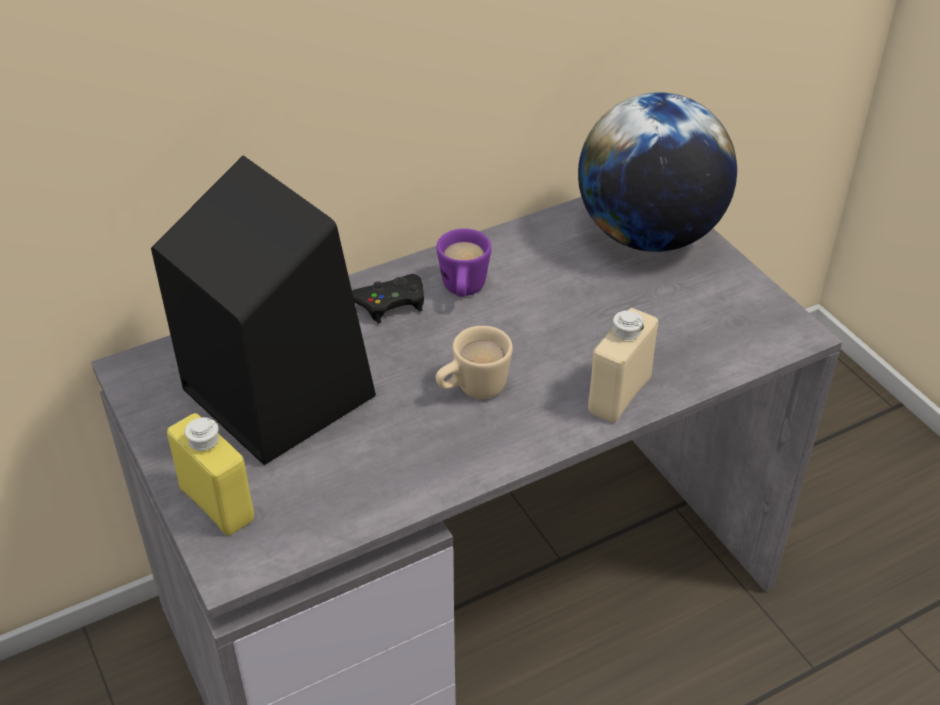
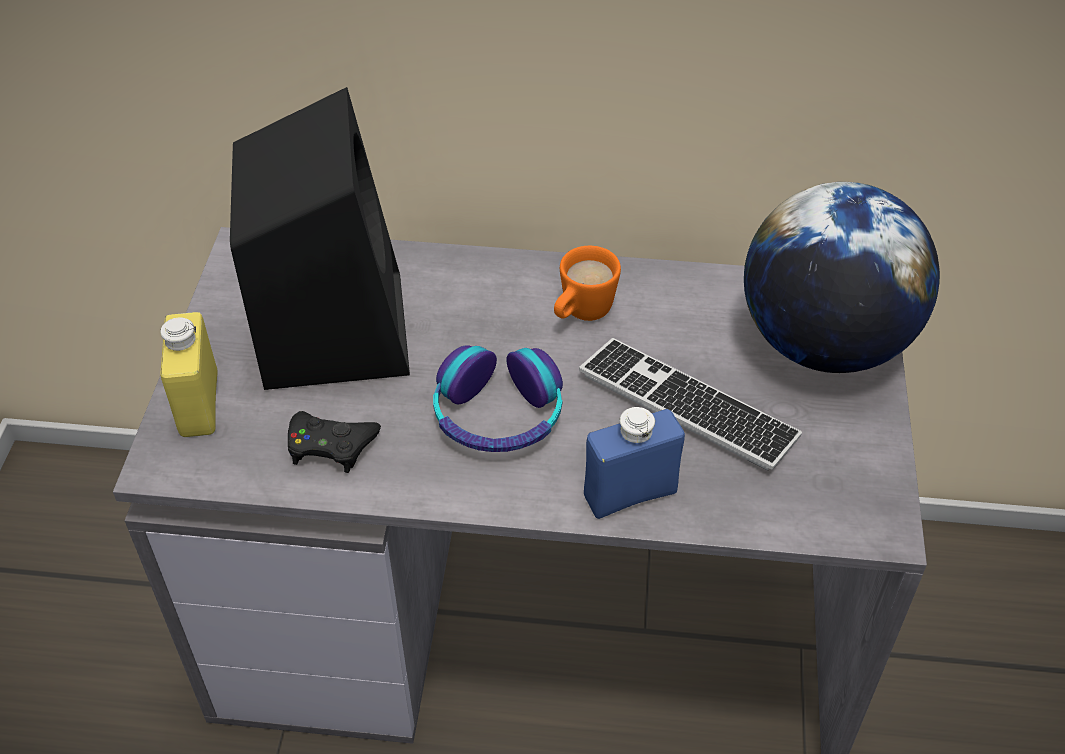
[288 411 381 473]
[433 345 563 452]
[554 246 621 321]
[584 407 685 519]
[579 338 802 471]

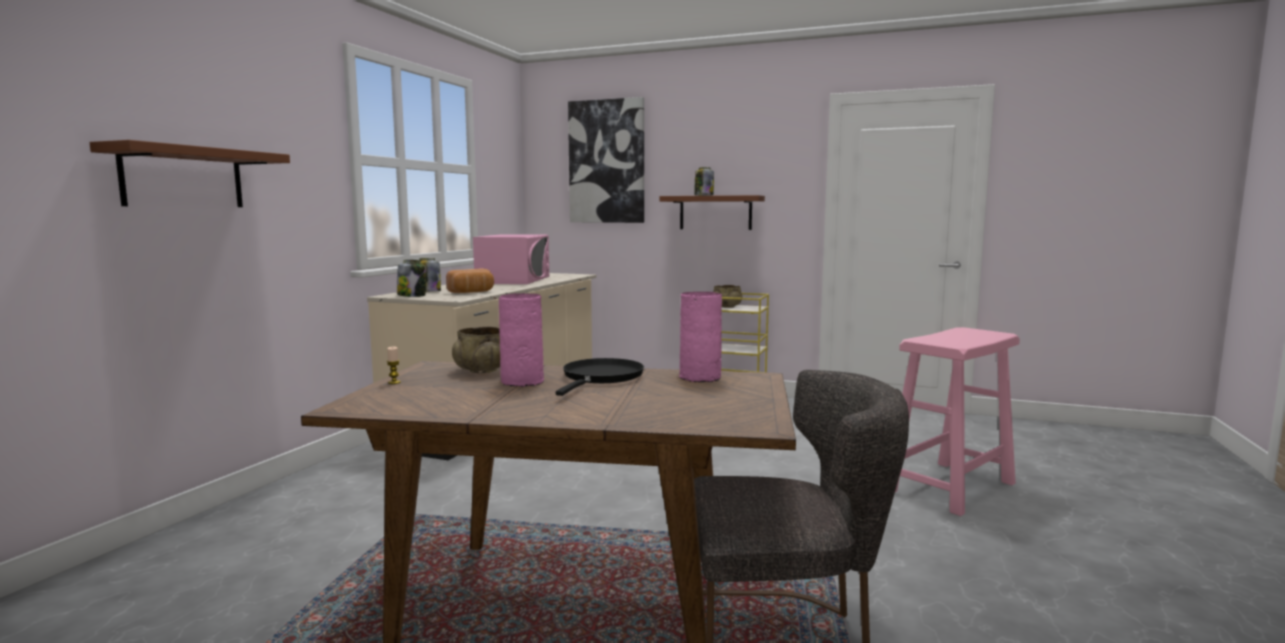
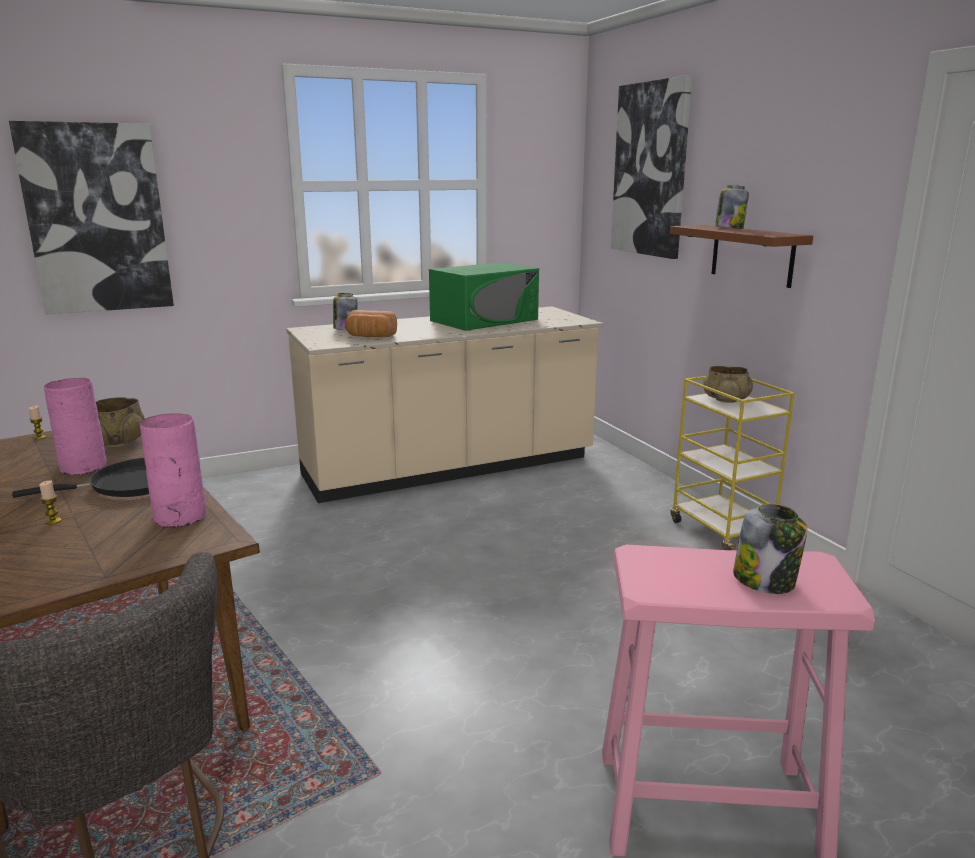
[9 121 174 314]
[733 504 807 594]
[429 262 539 331]
[39 480 62 525]

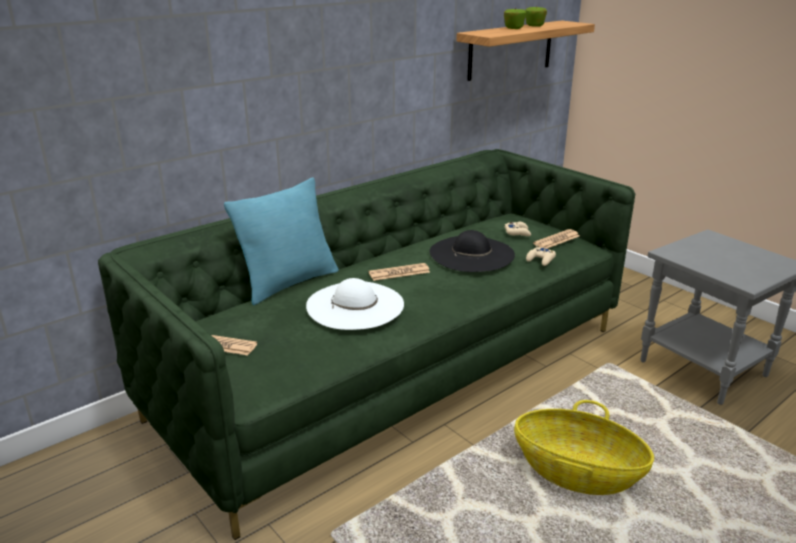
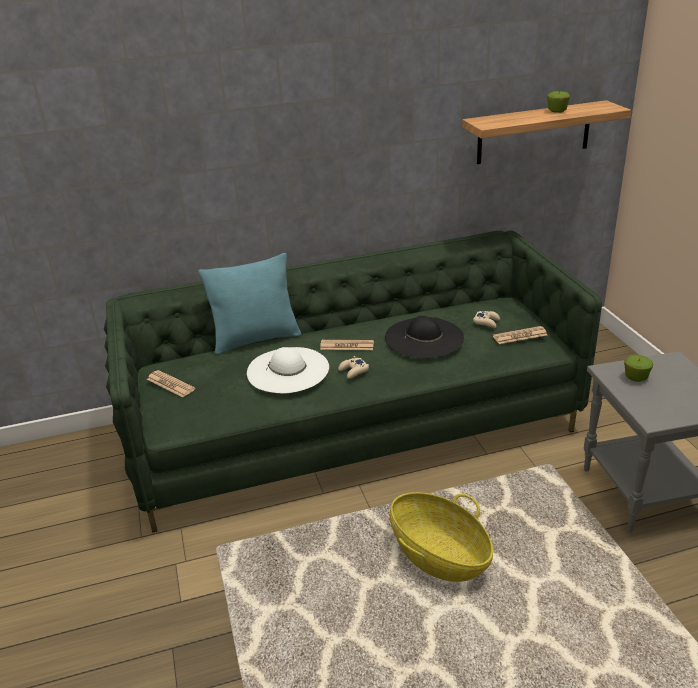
[624 355 653 382]
[338 356 369 379]

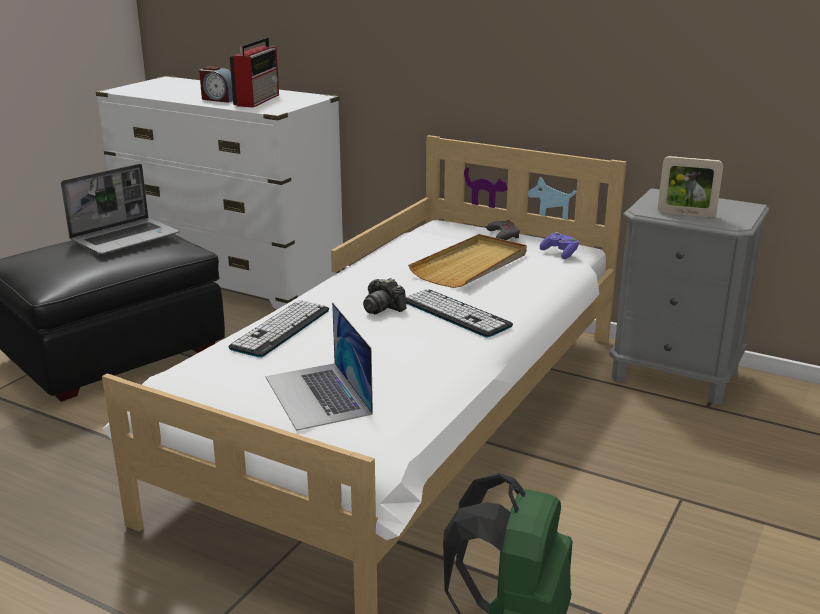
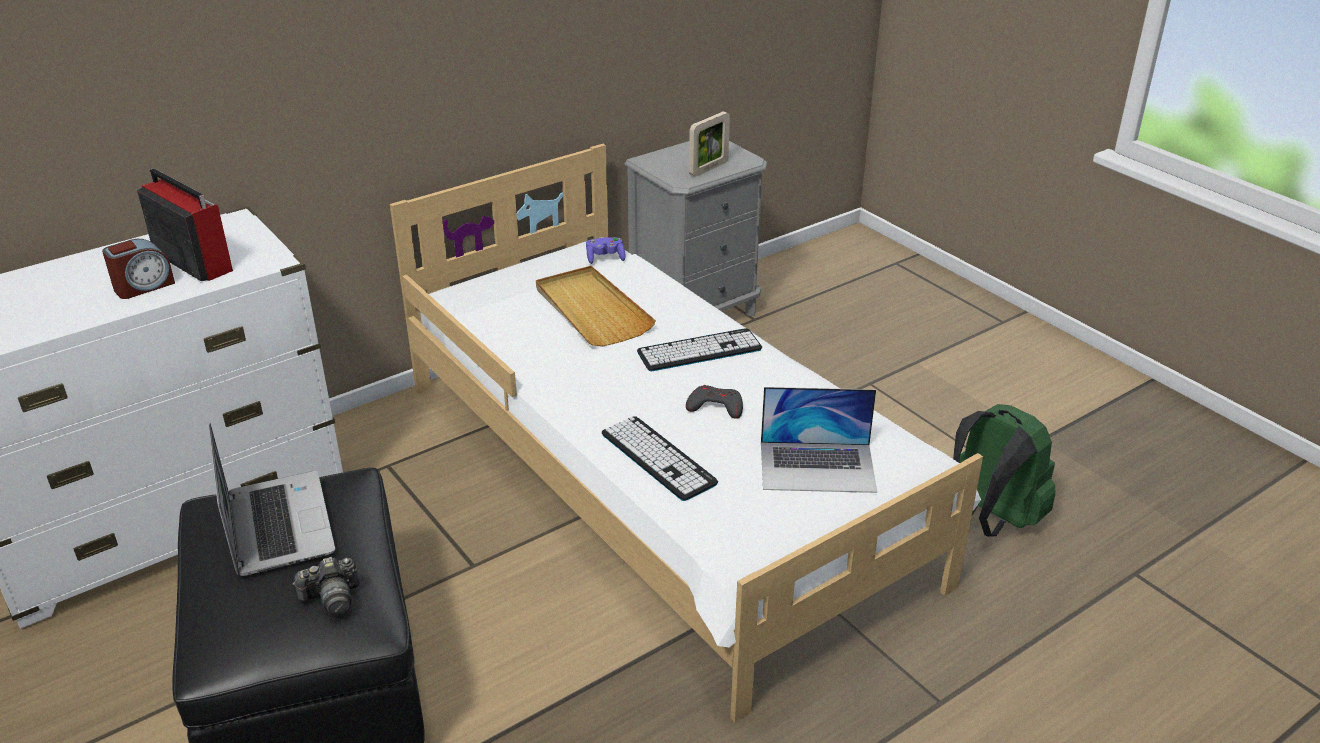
[293 557 360 616]
[686 385 743 419]

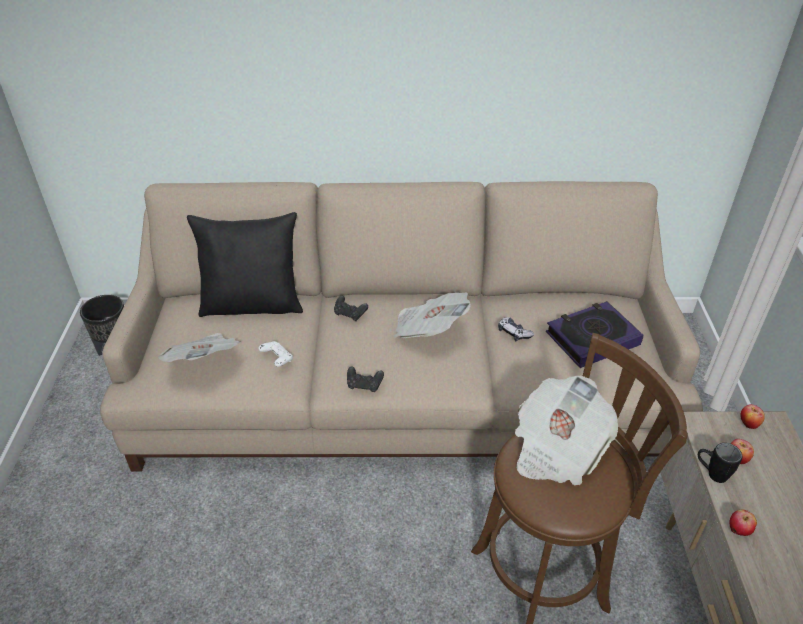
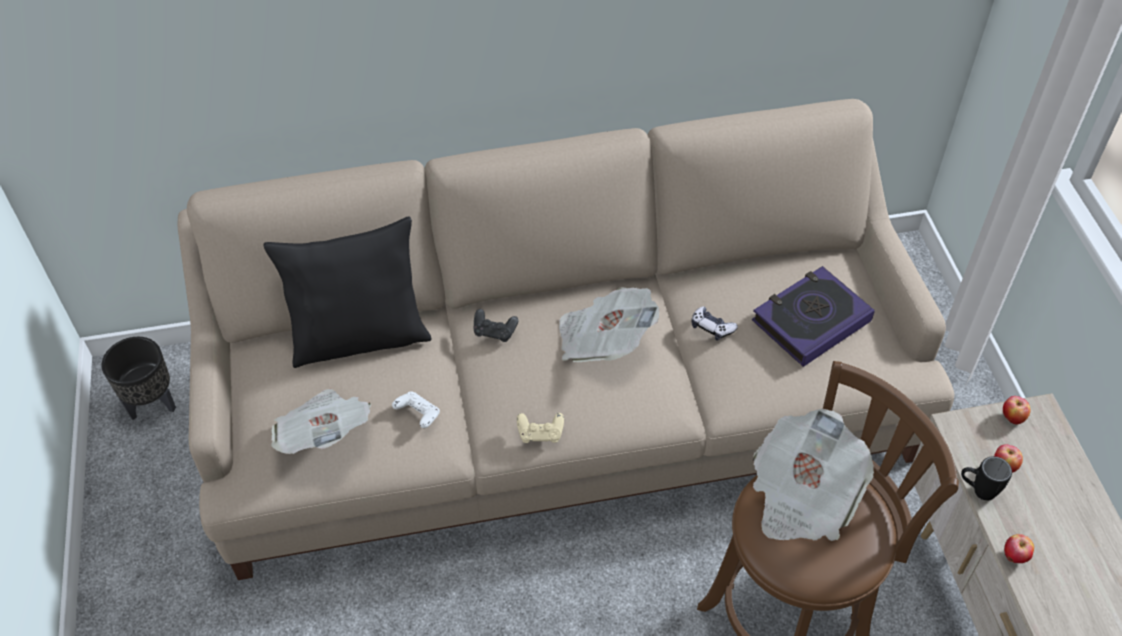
[517 413 564 443]

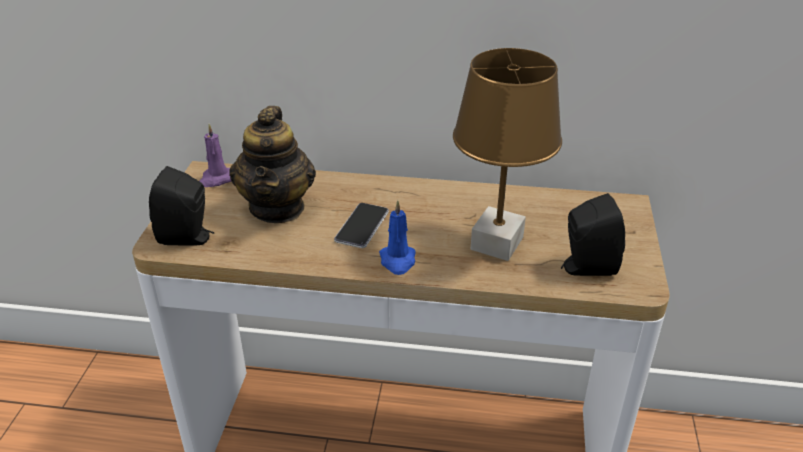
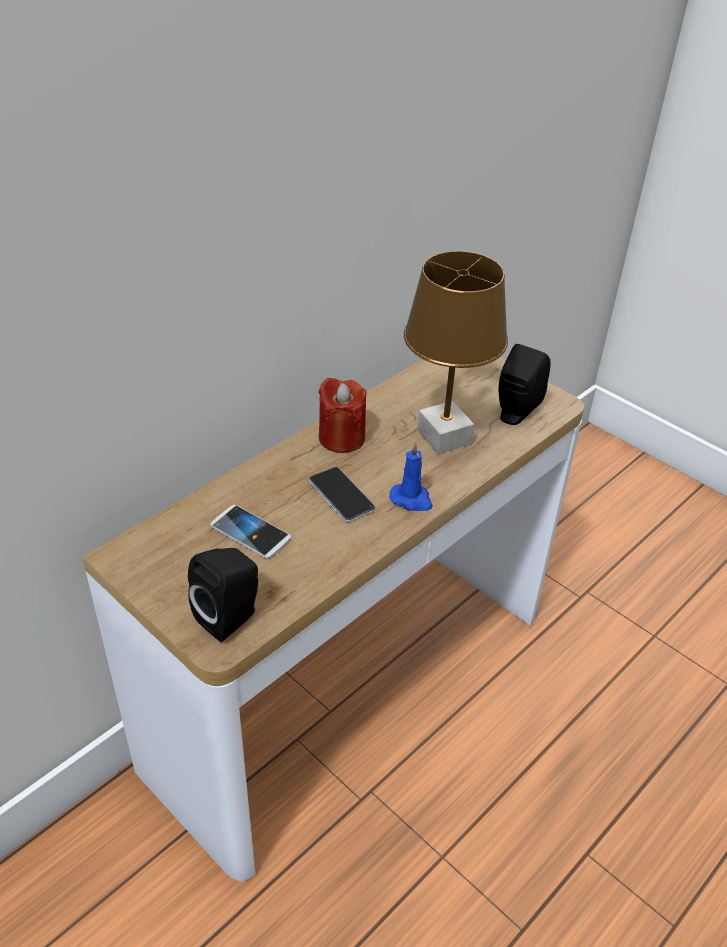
[199 124 232 187] (first image)
[210 505 291 559]
[318 378 367 453]

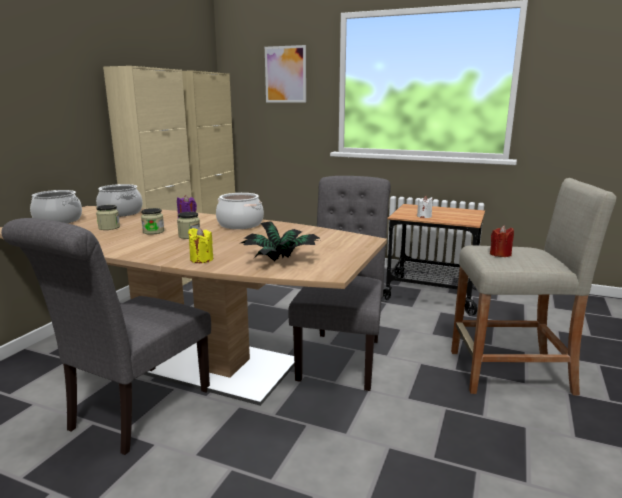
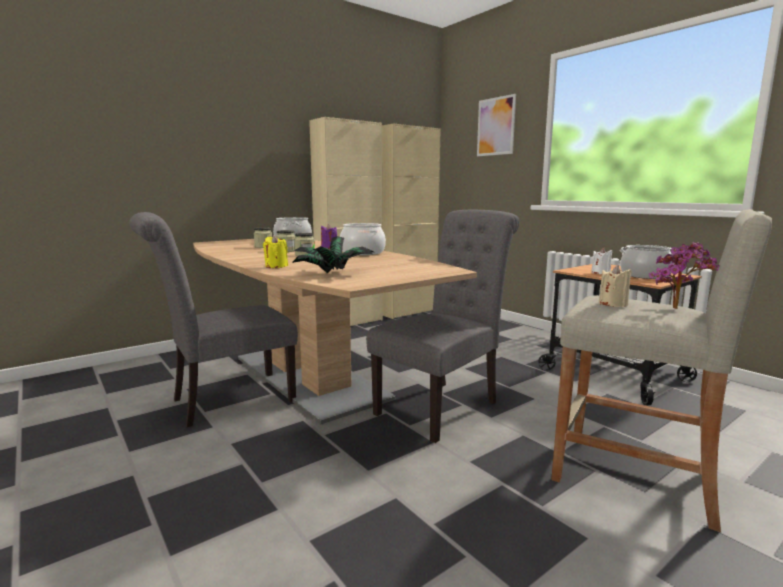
[620 245 677 279]
[599 265 632 307]
[649 242 720 309]

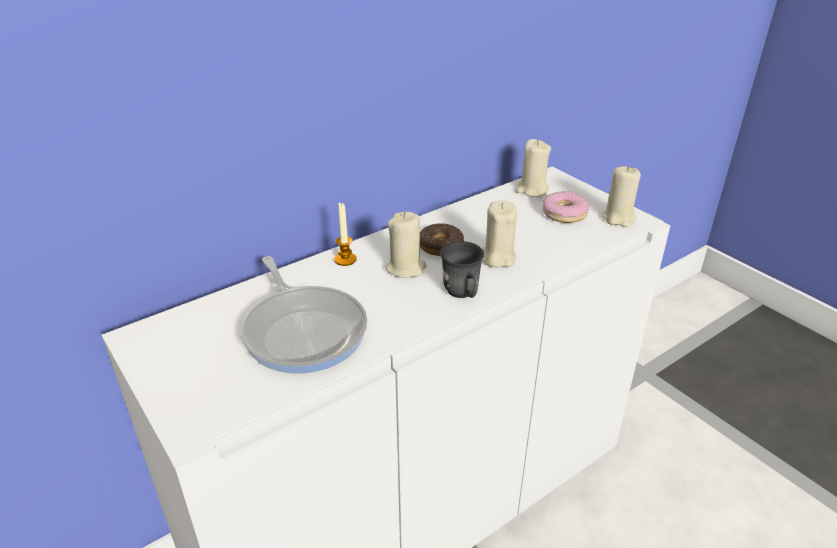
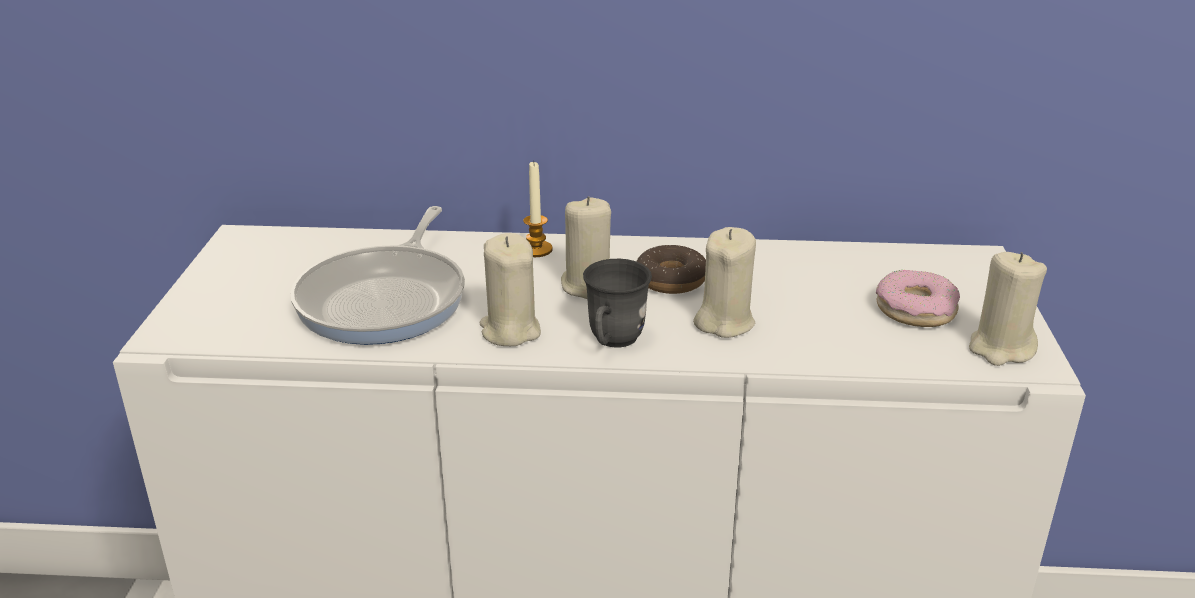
[480 233 541 346]

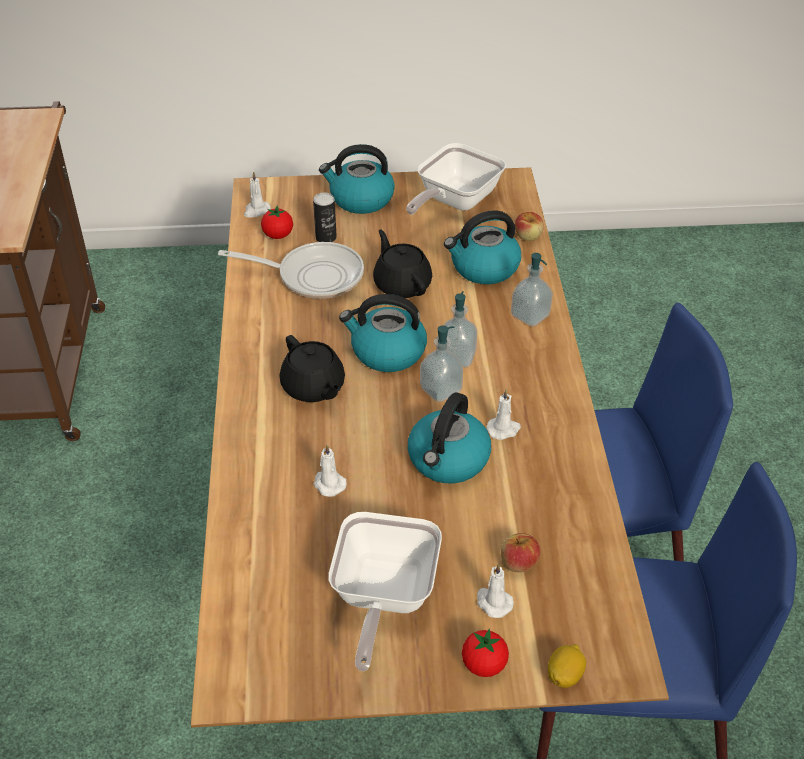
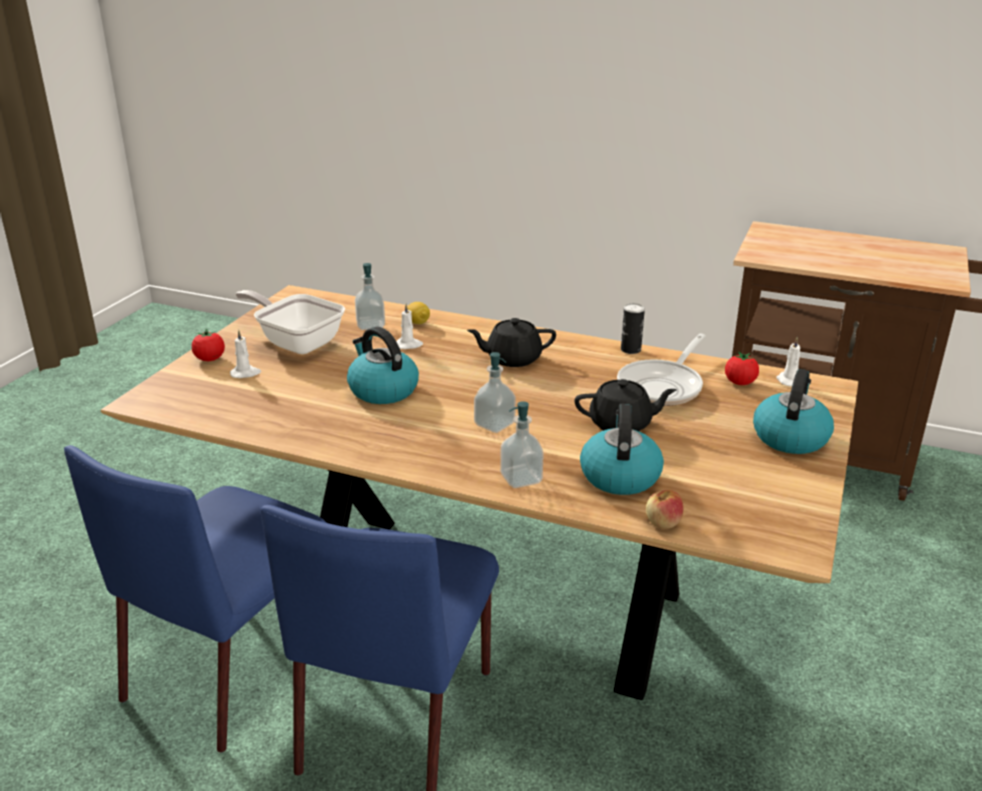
[621 303 645 354]
[339 294 427 372] (first image)
[406 143 506 215] (first image)
[355 263 385 330]
[486 389 521 440] (first image)
[501 533 540 572] (first image)
[407 302 430 324]

